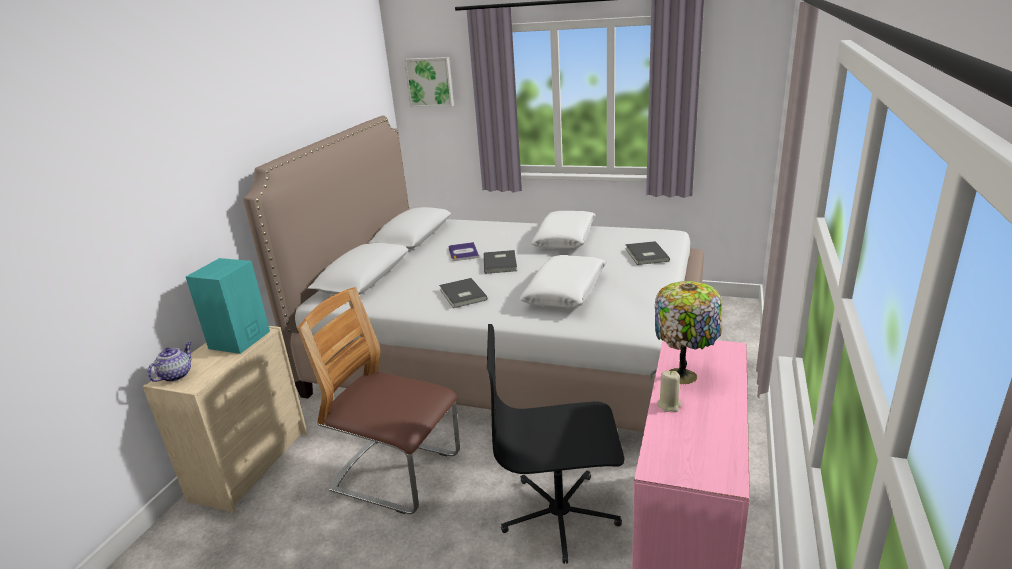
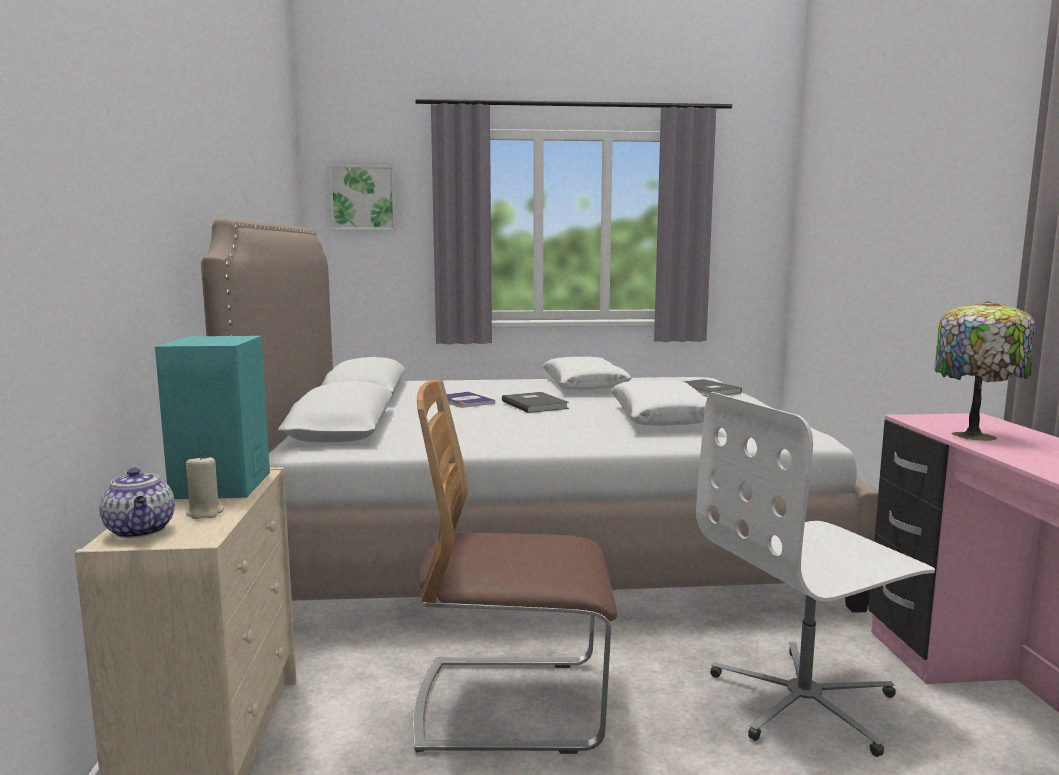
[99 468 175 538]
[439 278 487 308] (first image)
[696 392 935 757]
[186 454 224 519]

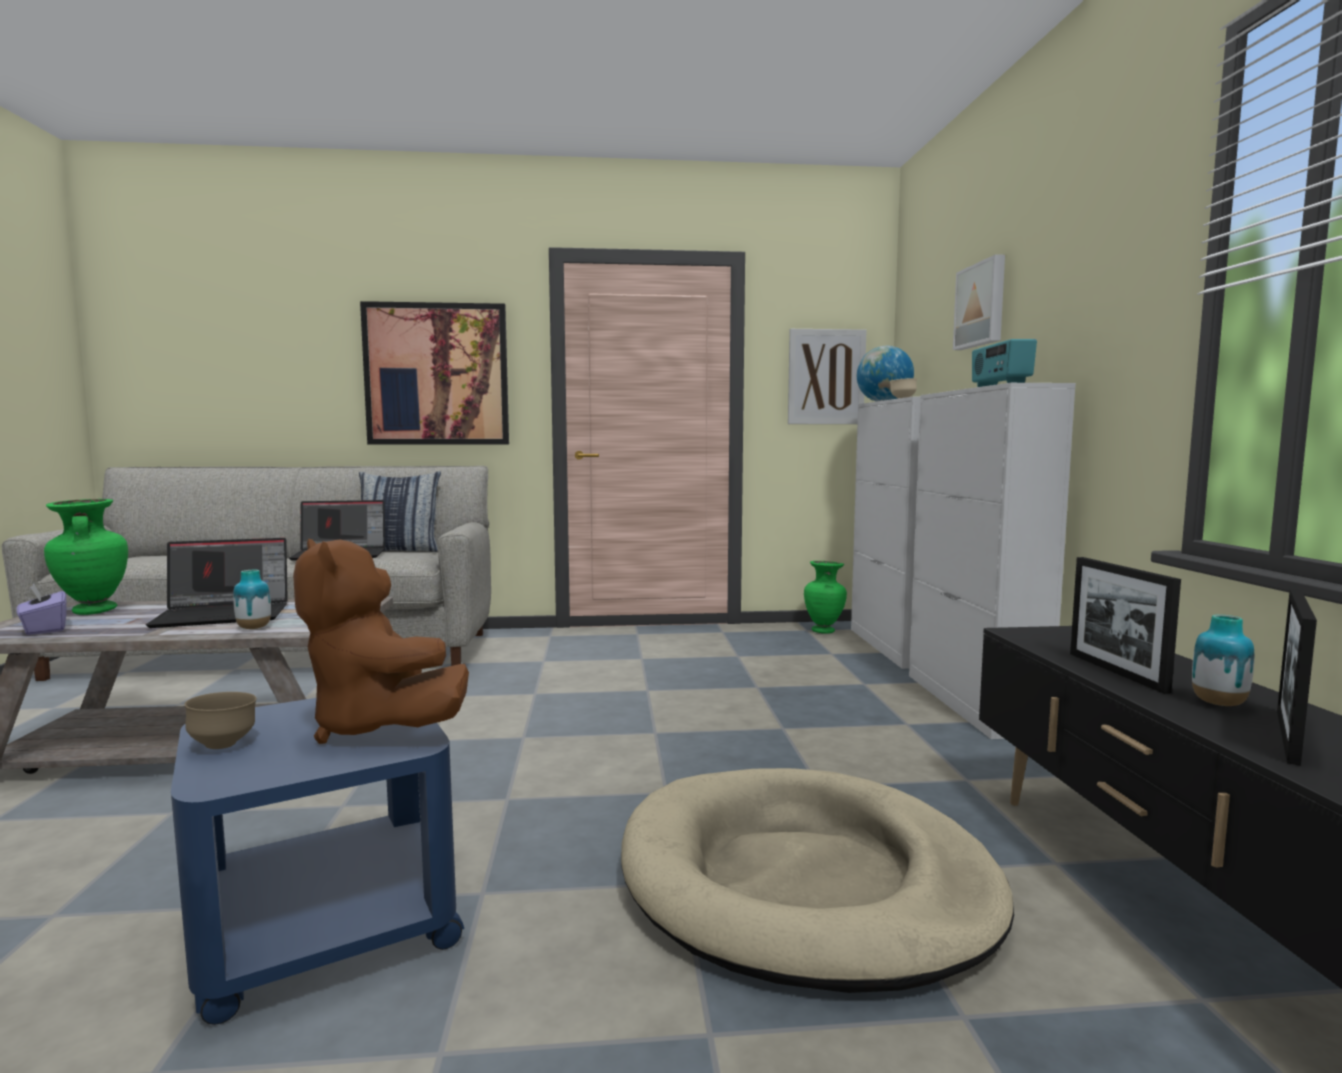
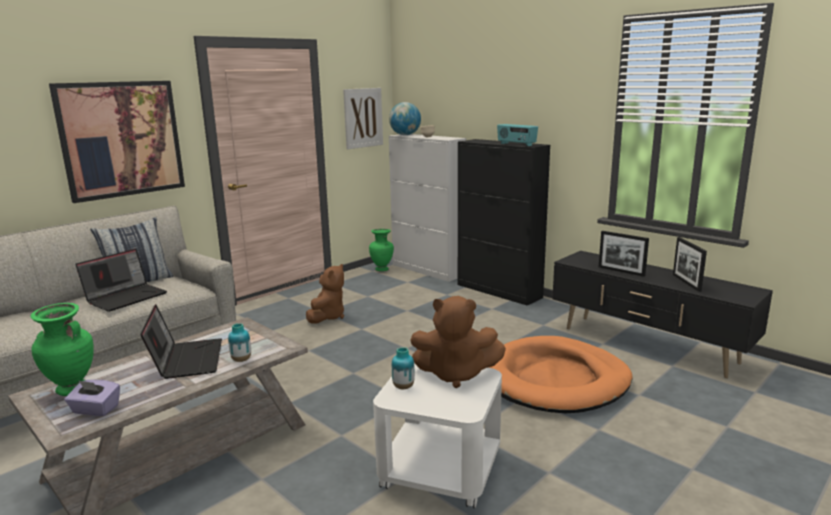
[140 304 222 379]
[373 363 502 508]
[184 692 257 749] (first image)
[488 336 632 413]
[458 139 550 306]
[953 254 1005 350] (first image)
[391 347 415 389]
[306 264 344 324]

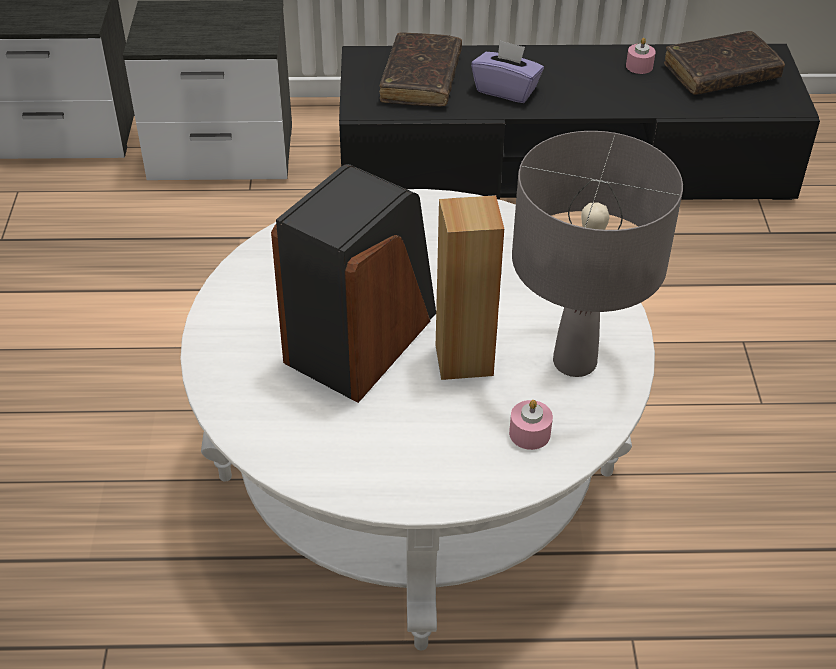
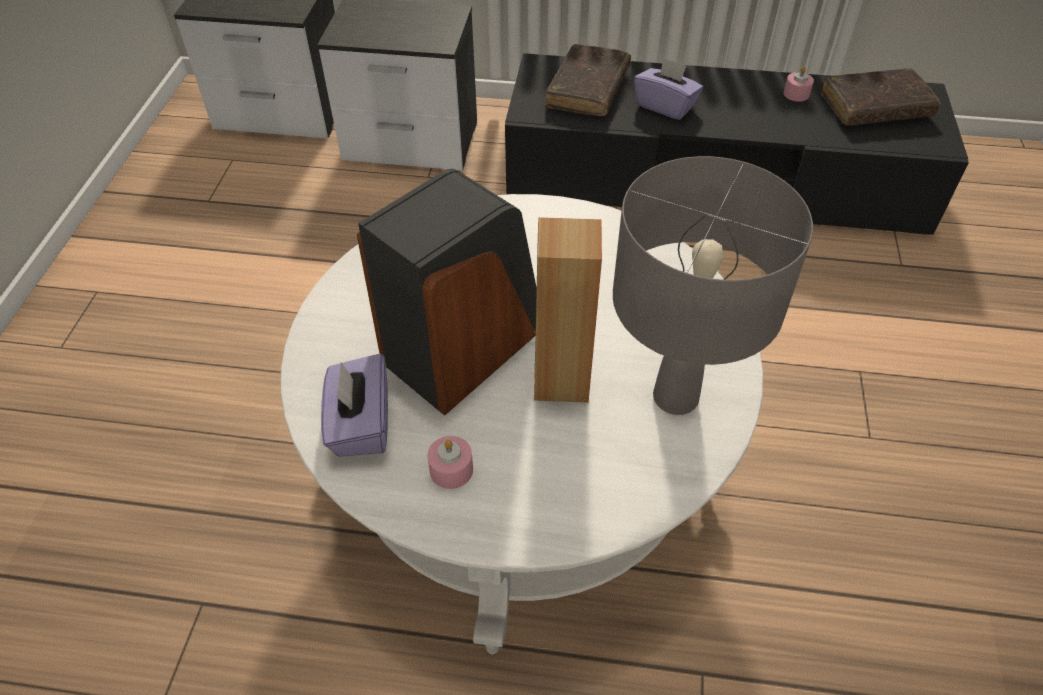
[427 436 473 489]
[321 353 388 457]

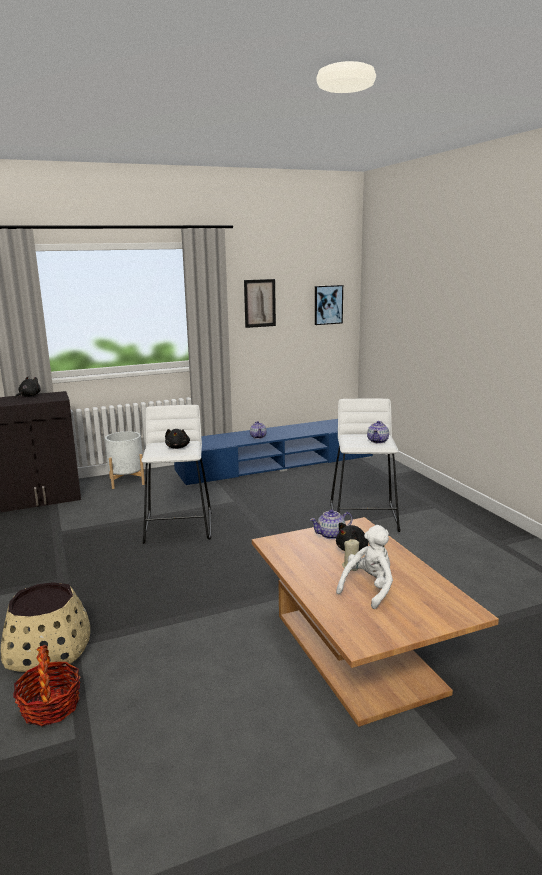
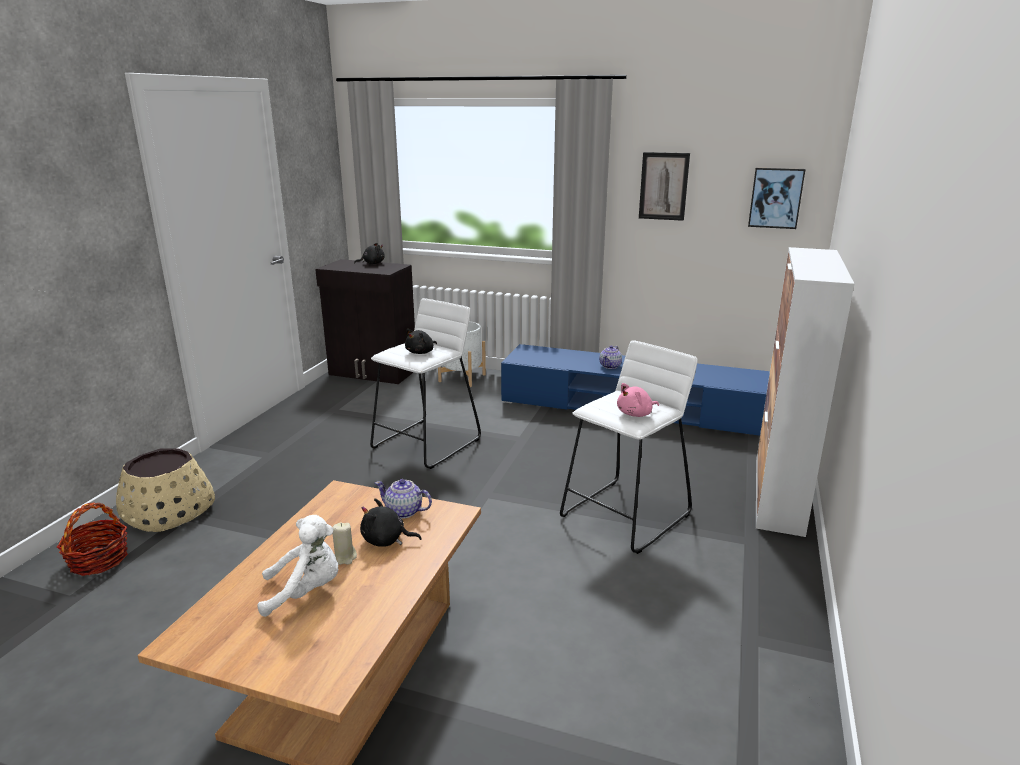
[617 383 659 417]
[756 247 855 537]

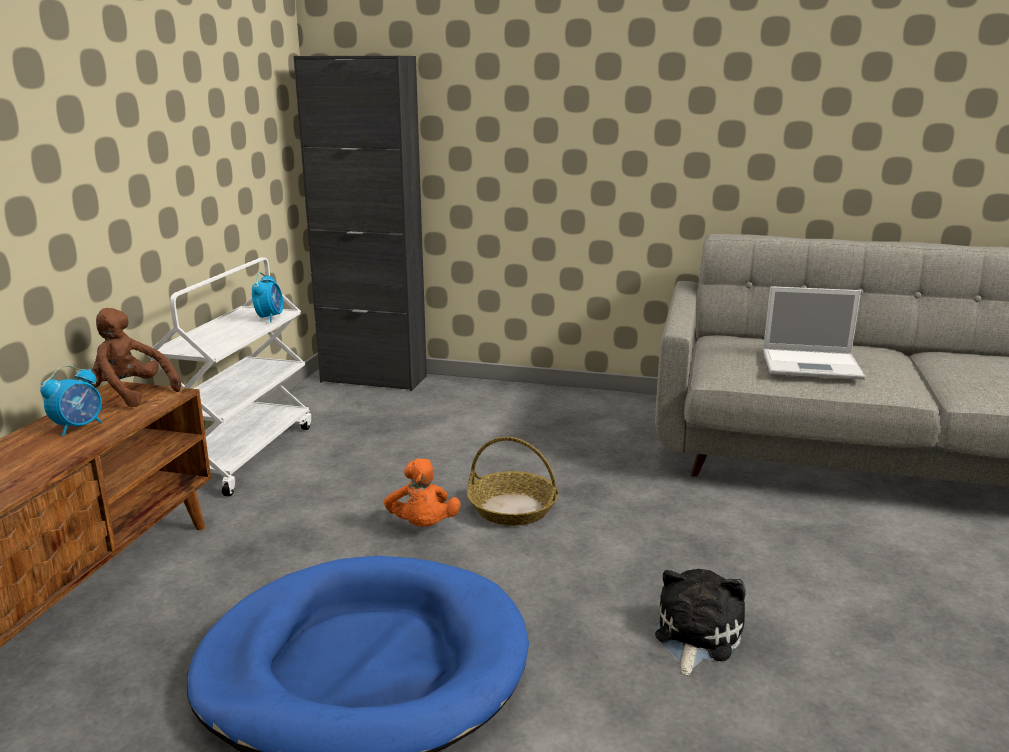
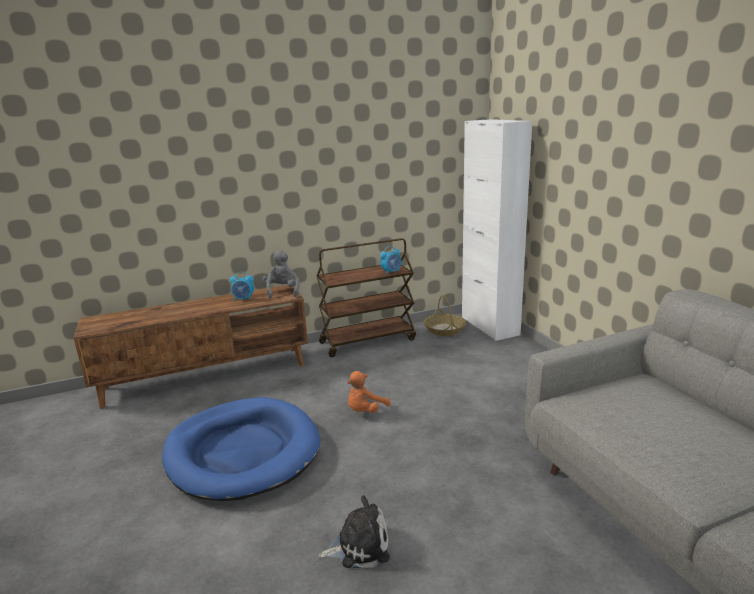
[262 250 300 298]
[317 238 416 357]
[462 119 532 341]
[424 295 466 336]
[763 286 865 380] (first image)

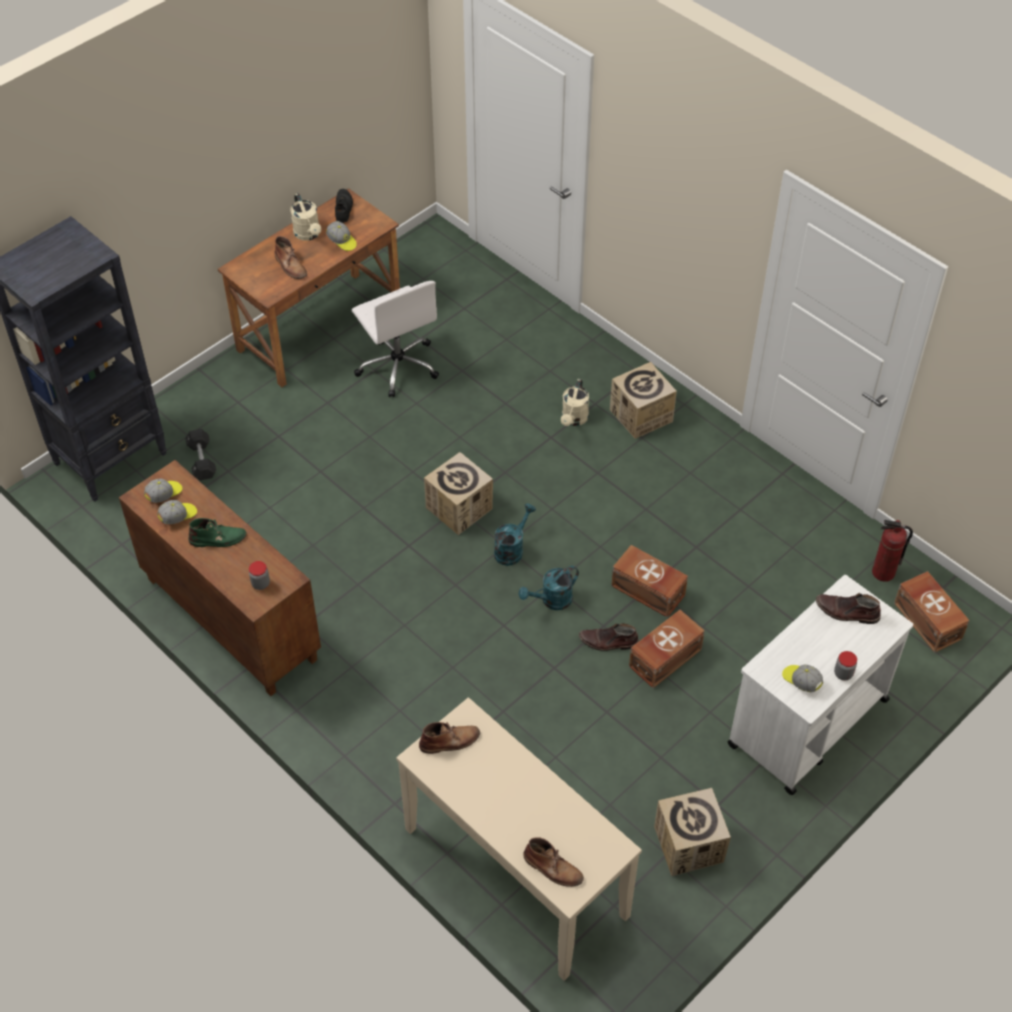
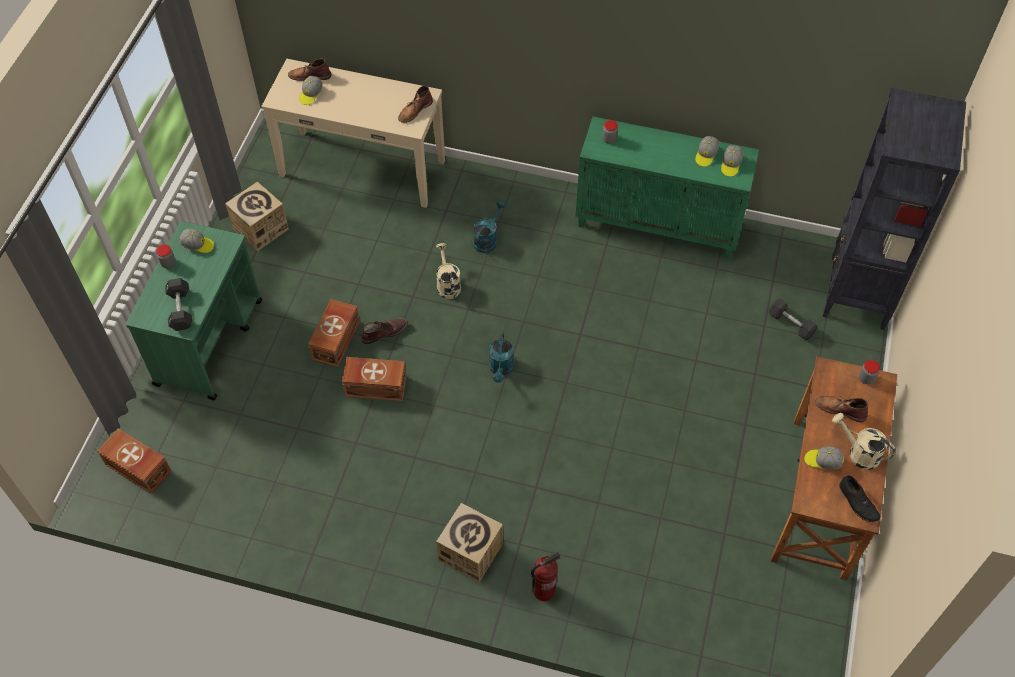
[575 116 759 259]
[188 518 247 547] (first image)
[352 281 439 397] (first image)
[424 452 493 535] (first image)
[473 201 506 253]
[436 243 461 299]
[126 221 262 400]
[165 278 192 331]
[531 552 560 601]
[299 76 323 105]
[859 360 880 384]

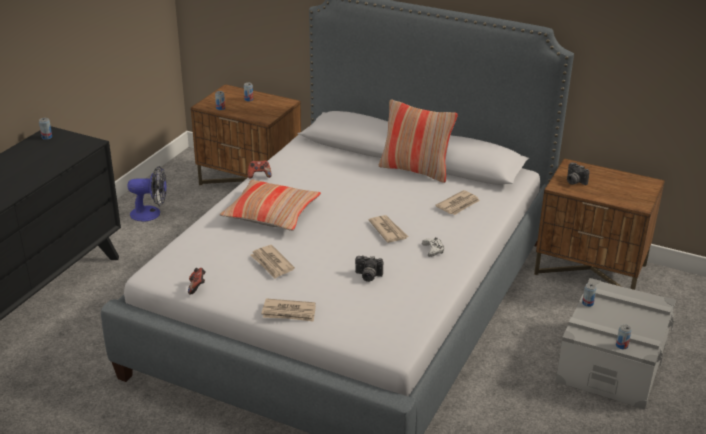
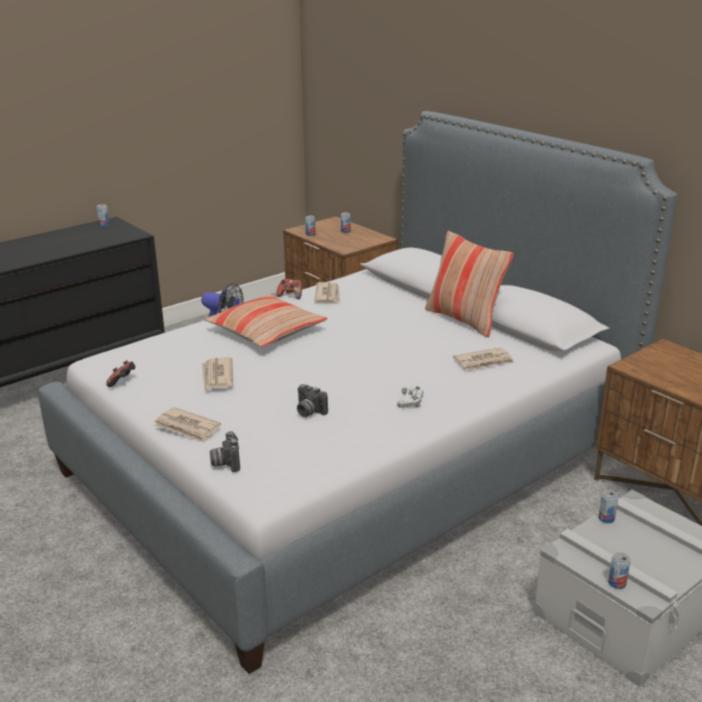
[314 282 340 303]
[209 431 240 472]

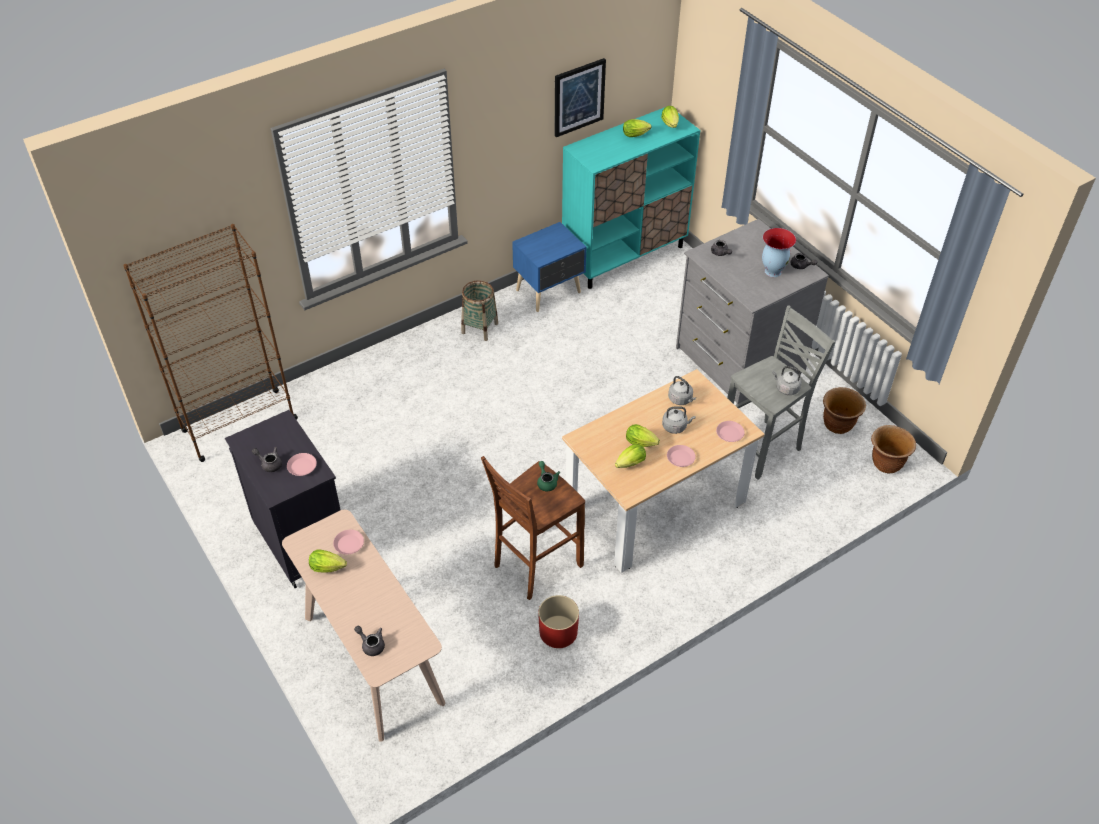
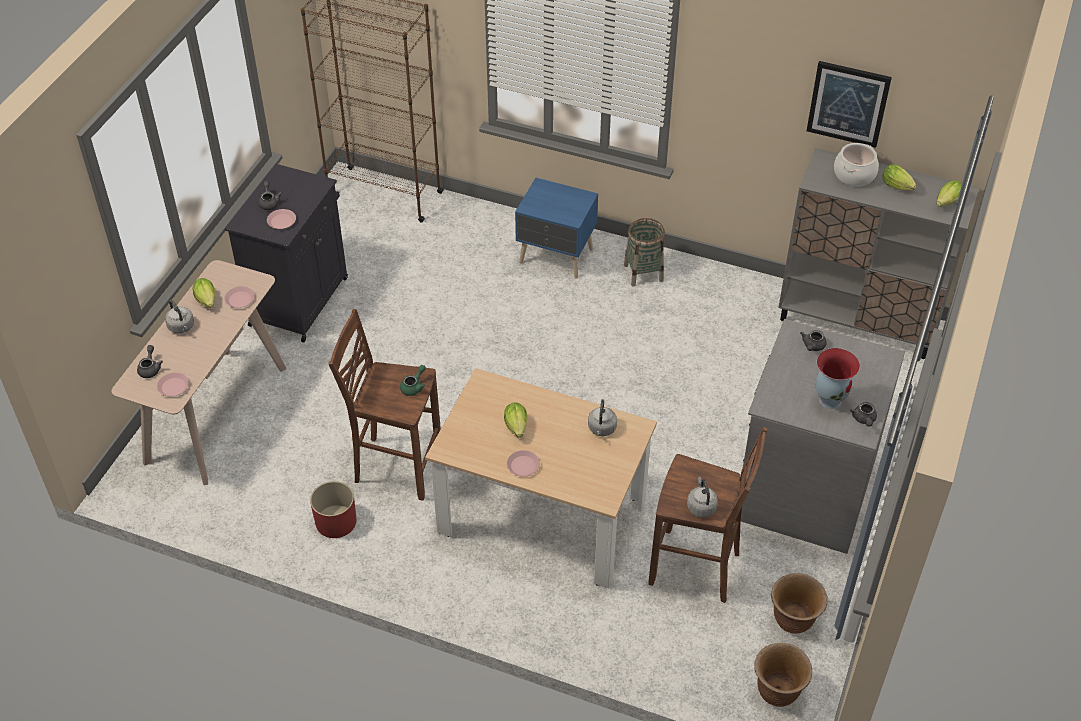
[515 178 598 279]
[778 148 979 359]
[615 444 646 468] (first image)
[165 300 194 333]
[157 372 189 396]
[648 427 767 603]
[834 143 879 187]

